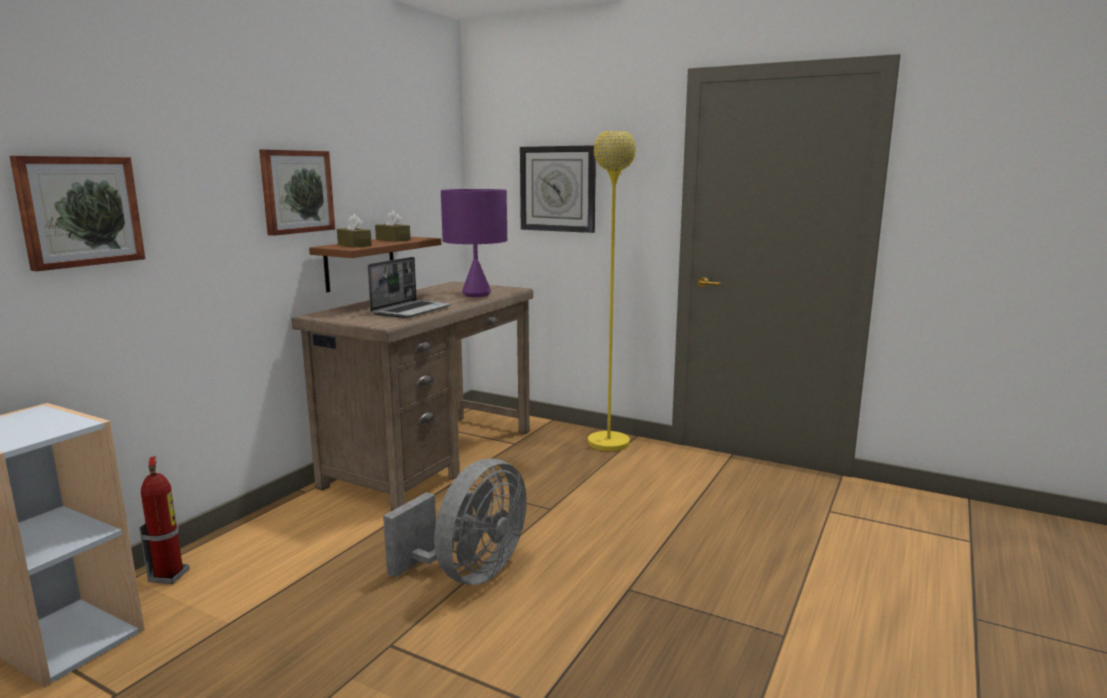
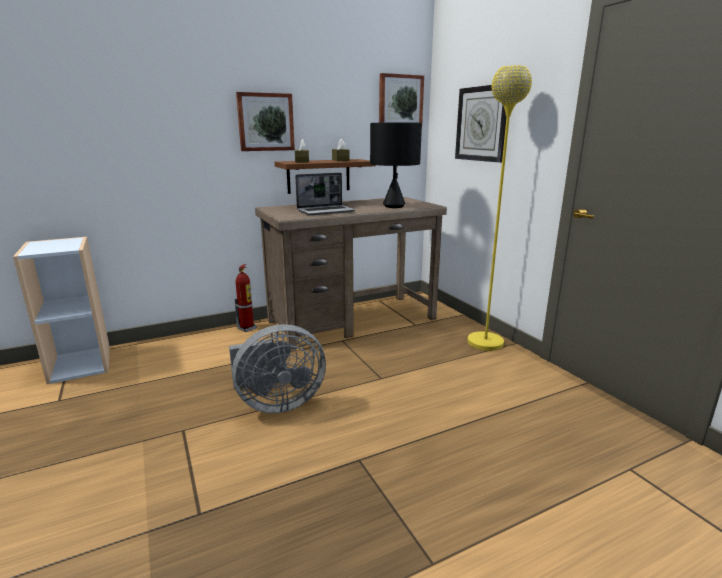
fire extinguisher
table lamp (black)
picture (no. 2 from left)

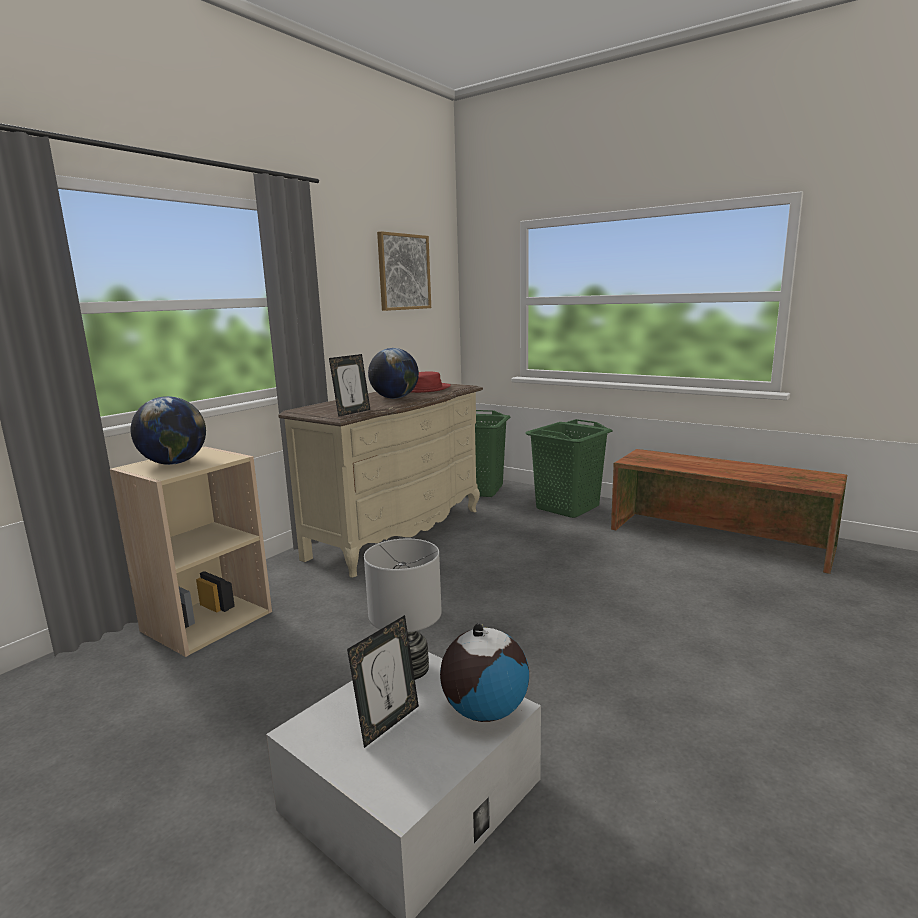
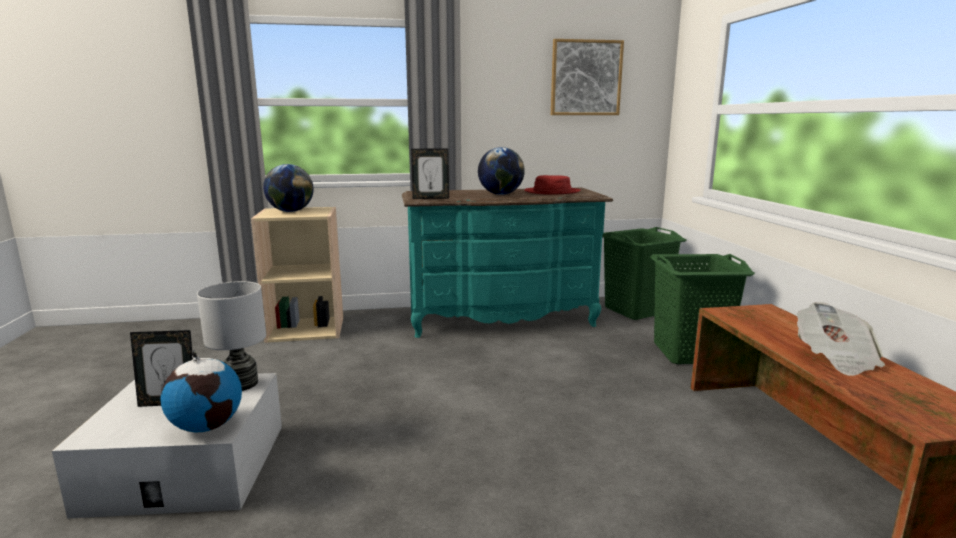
dresser (turquoise)
newspaper

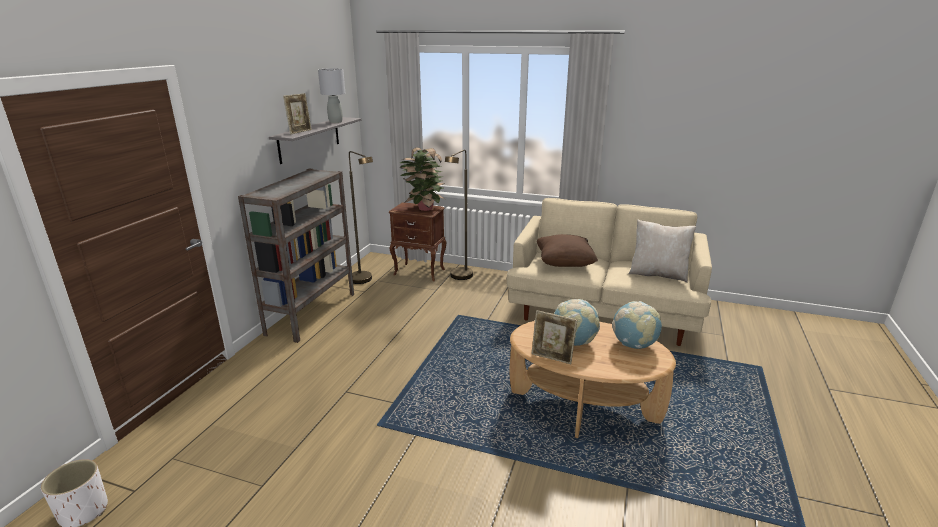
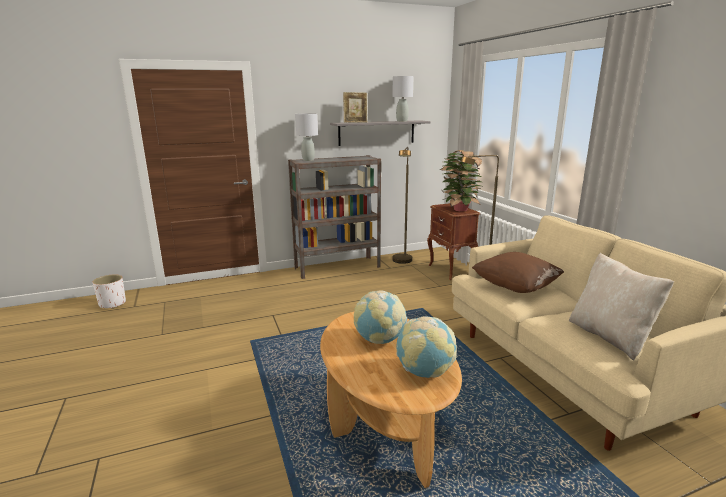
table lamp (grey) (no. 1 from left)
picture frame (no. 2 from left in the first image)

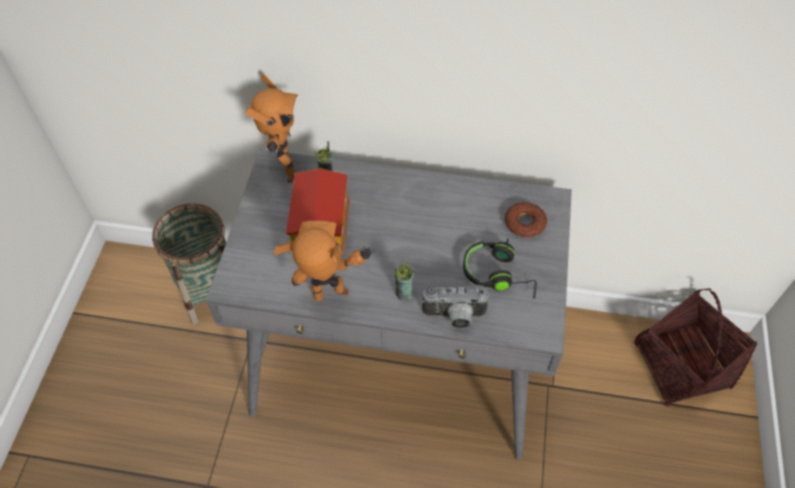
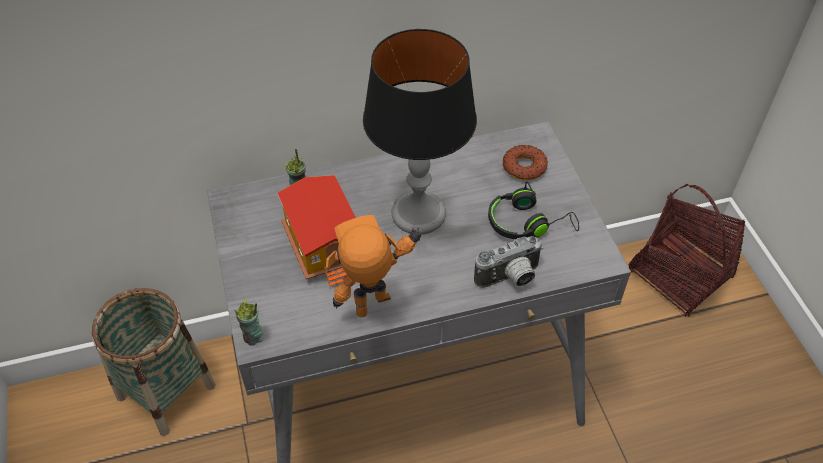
cup (no. 1 from left)
table lamp
toy robot (no. 1 from left in the first image)

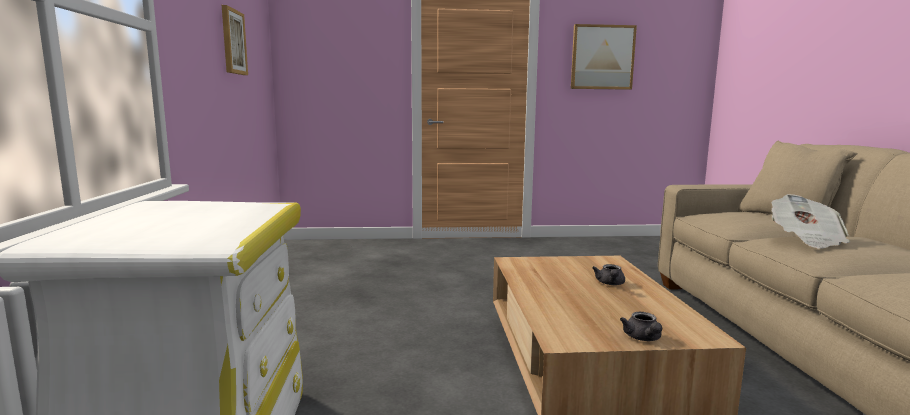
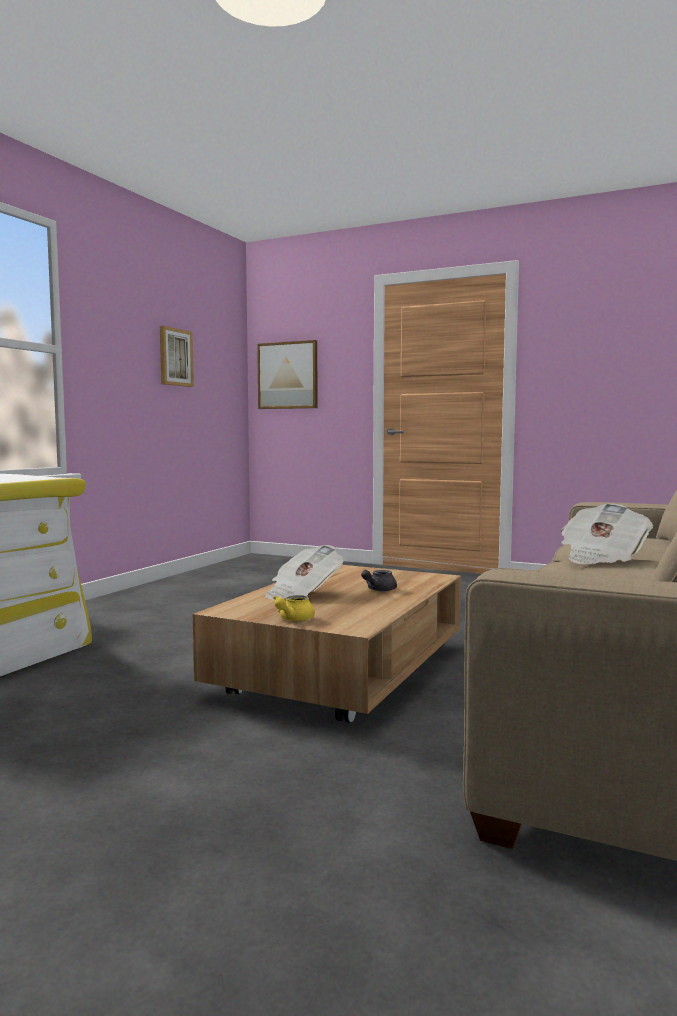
picture (no. 2 from left)
newspaper (no. 1 from left)
teapot (yellow)

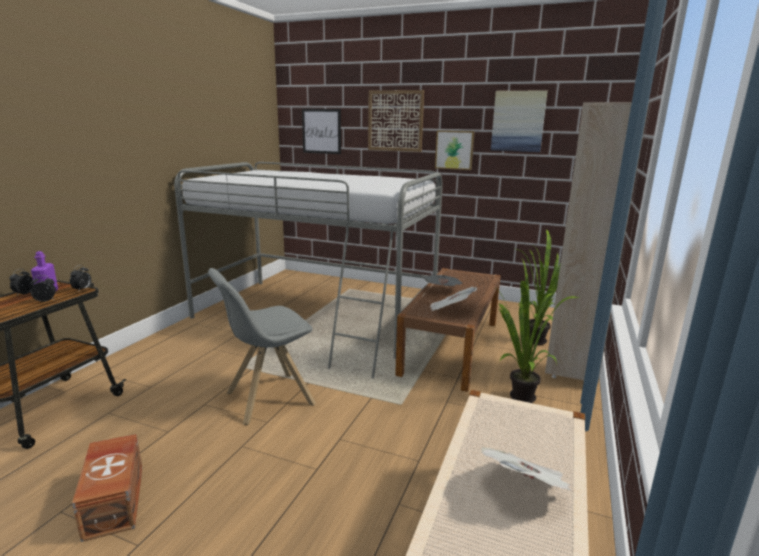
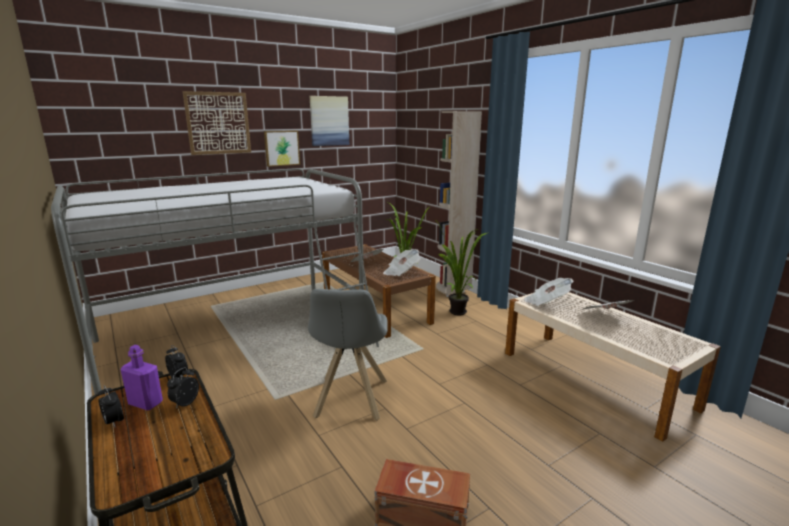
newspaper (no. 3 from left)
picture (no. 1 from left in the first image)

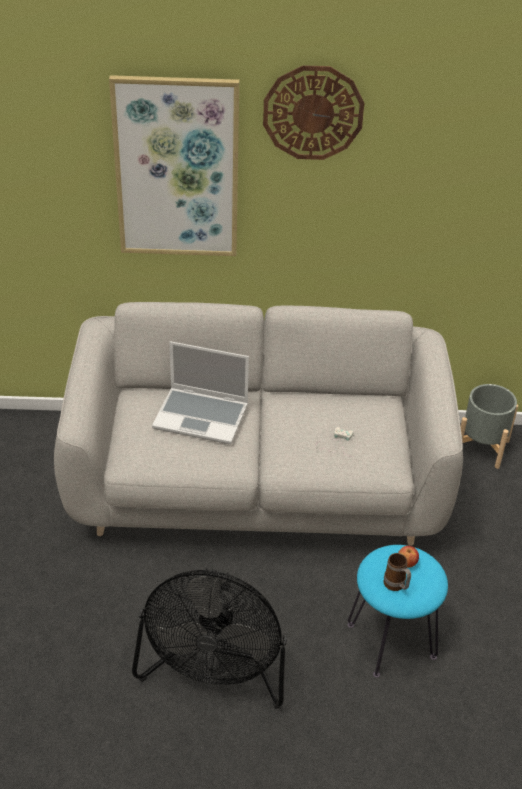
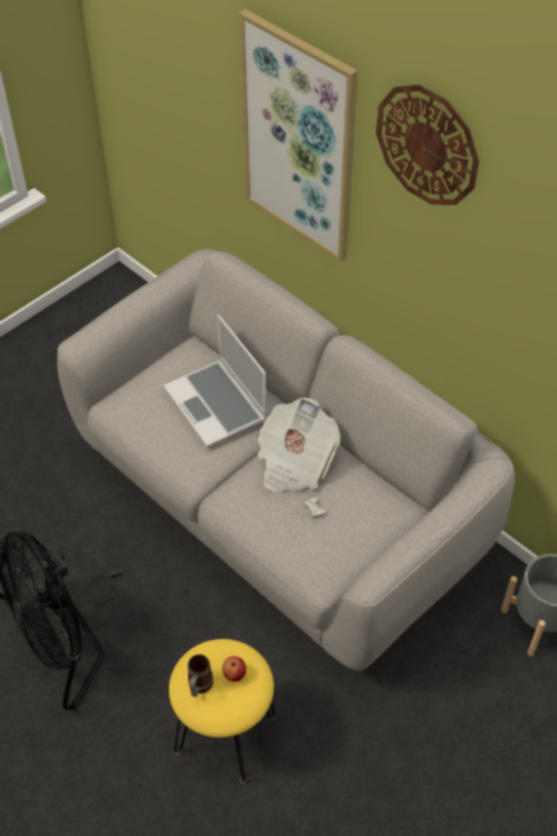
stool (yellow)
newspaper

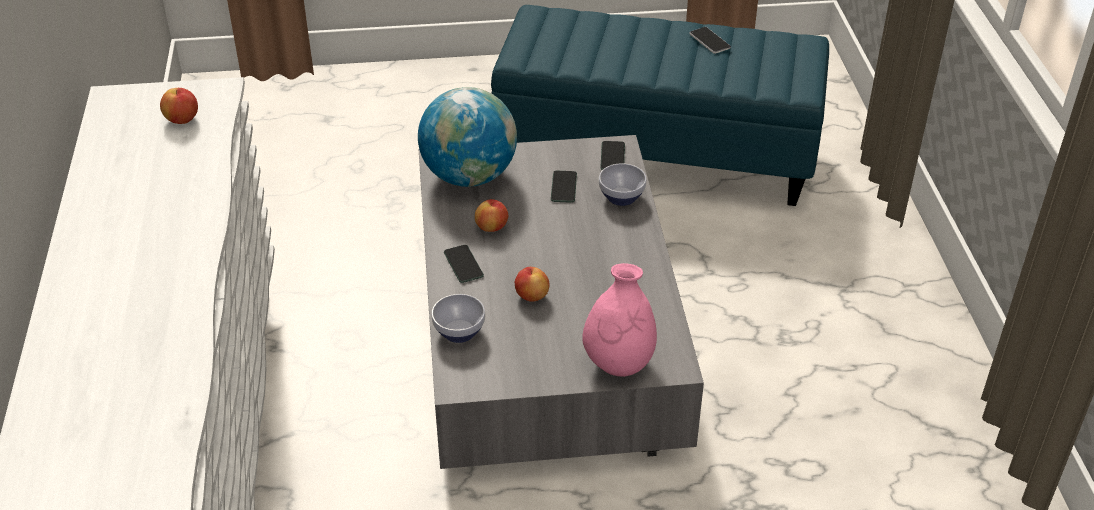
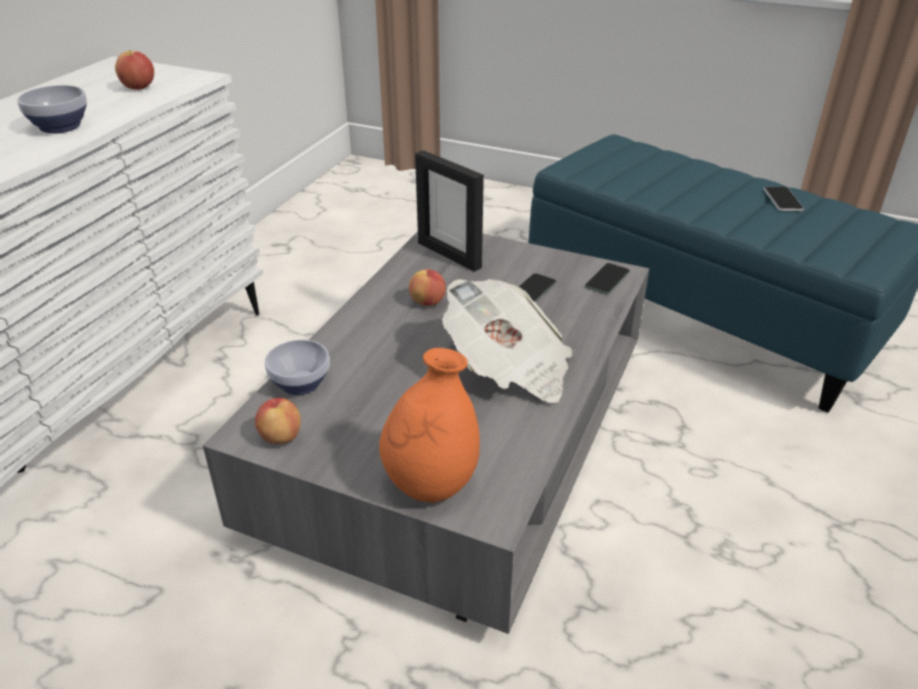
bowl (no. 1 from left)
apple (no. 2 from left)
vase (orange)
picture frame
newspaper
phone (no. 1 from left in the first image)

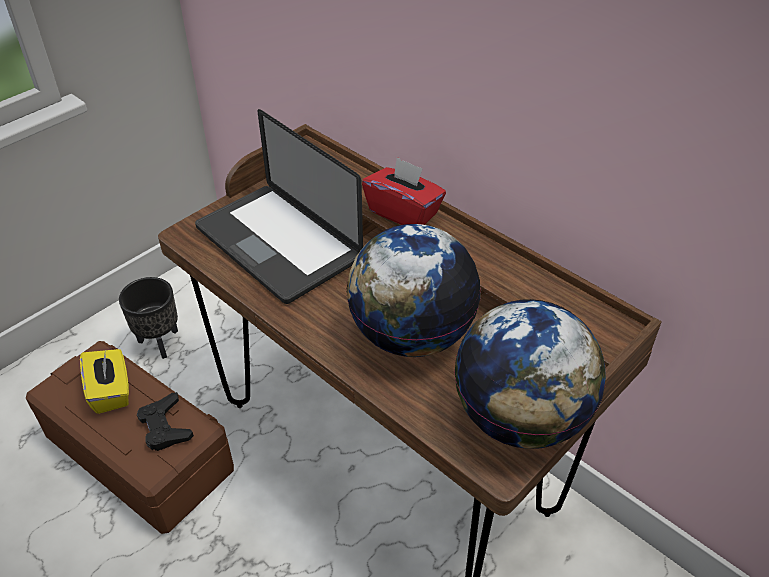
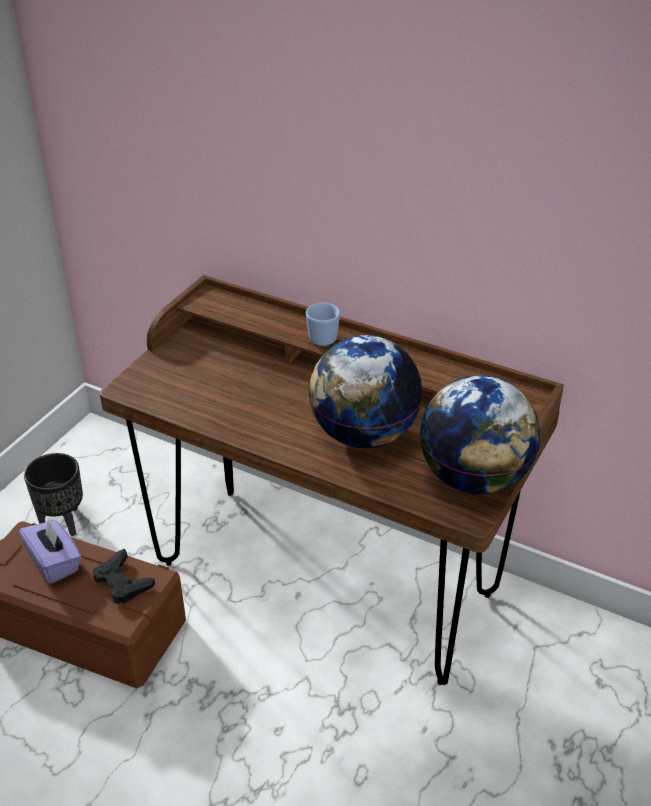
tissue box (purple)
mug (blue)
laptop

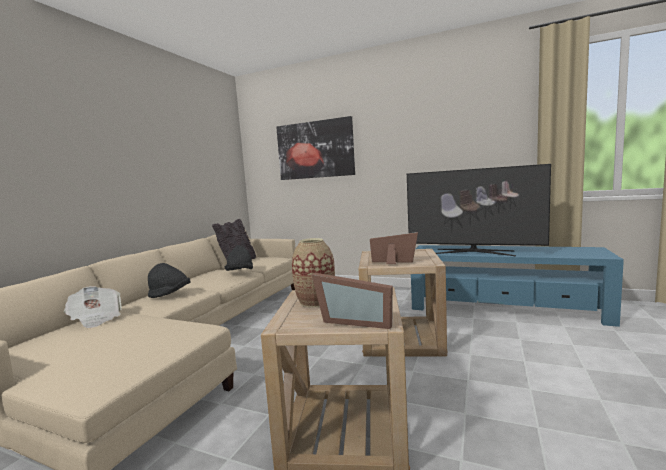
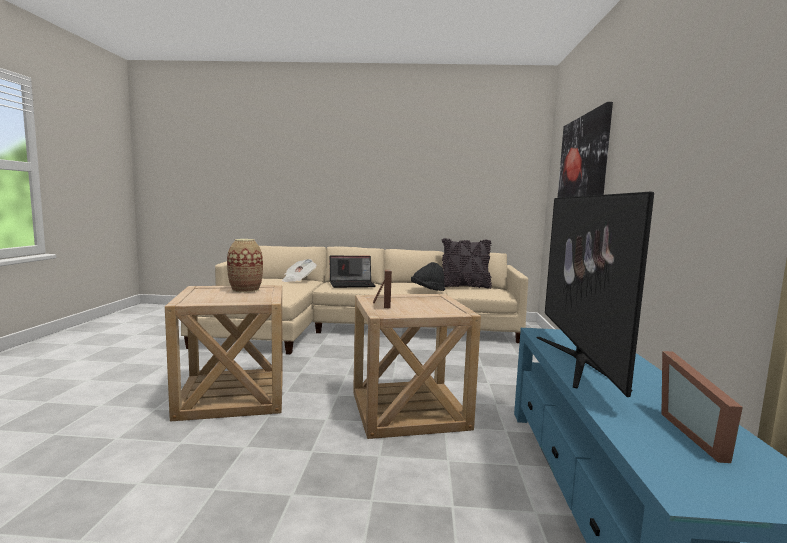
laptop
picture frame (no. 2 from left)

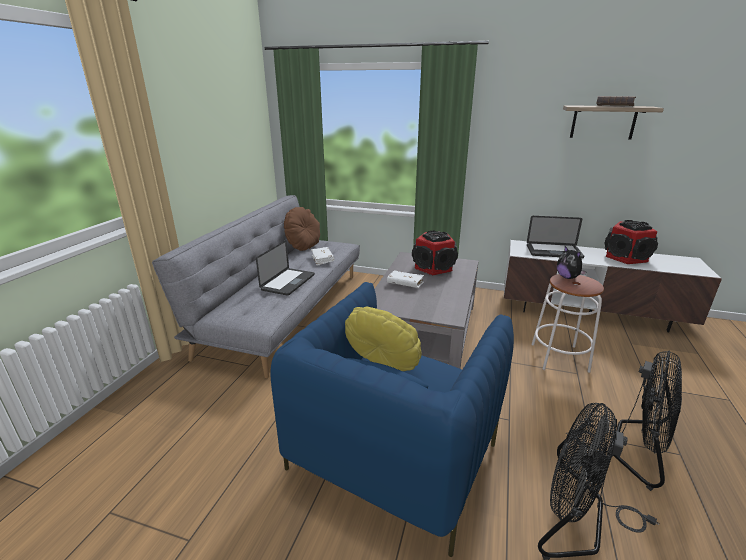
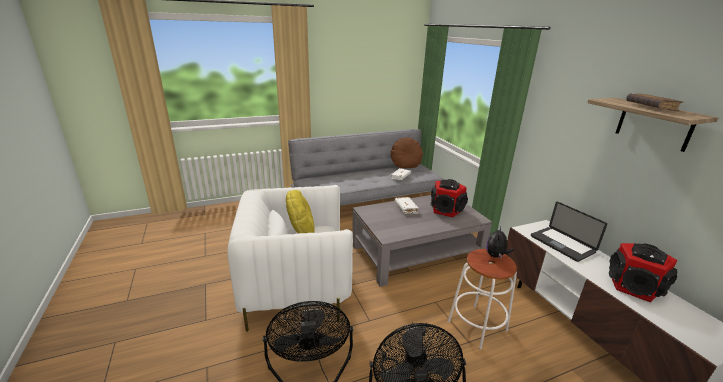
armchair (white)
laptop (no. 1 from left in the first image)

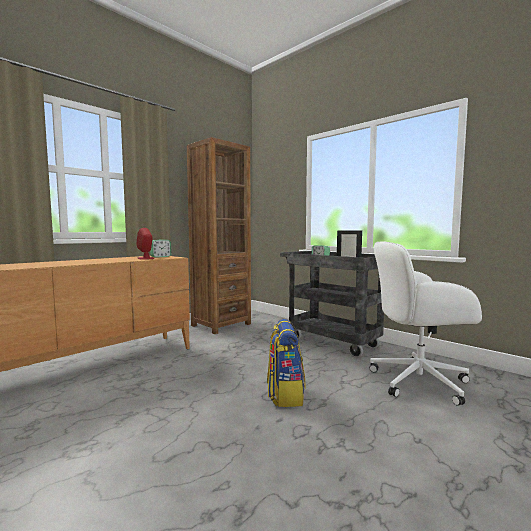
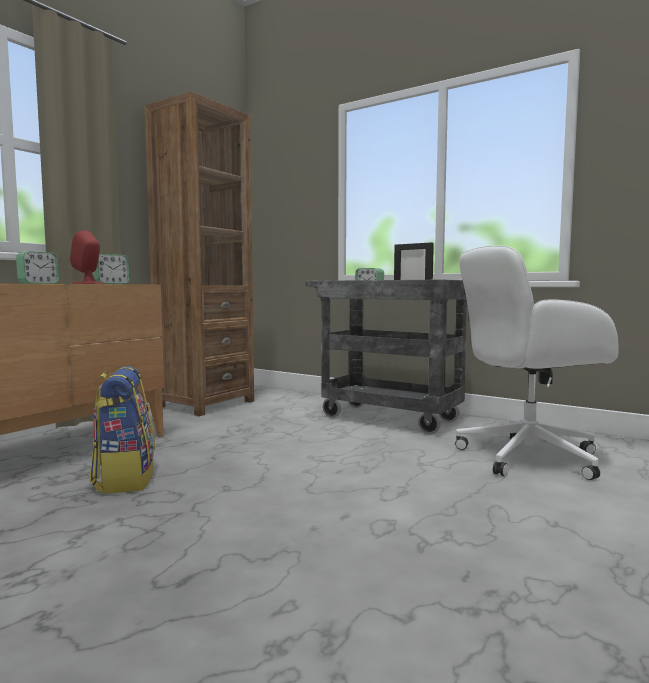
alarm clock (no. 1 from left)
backpack

